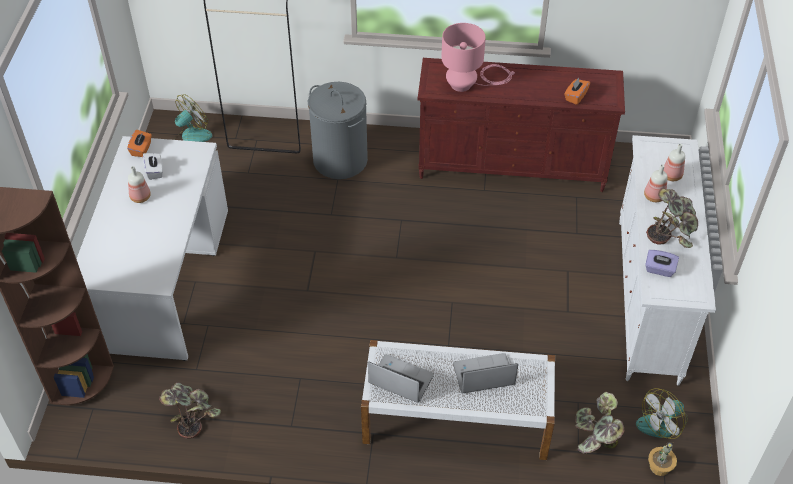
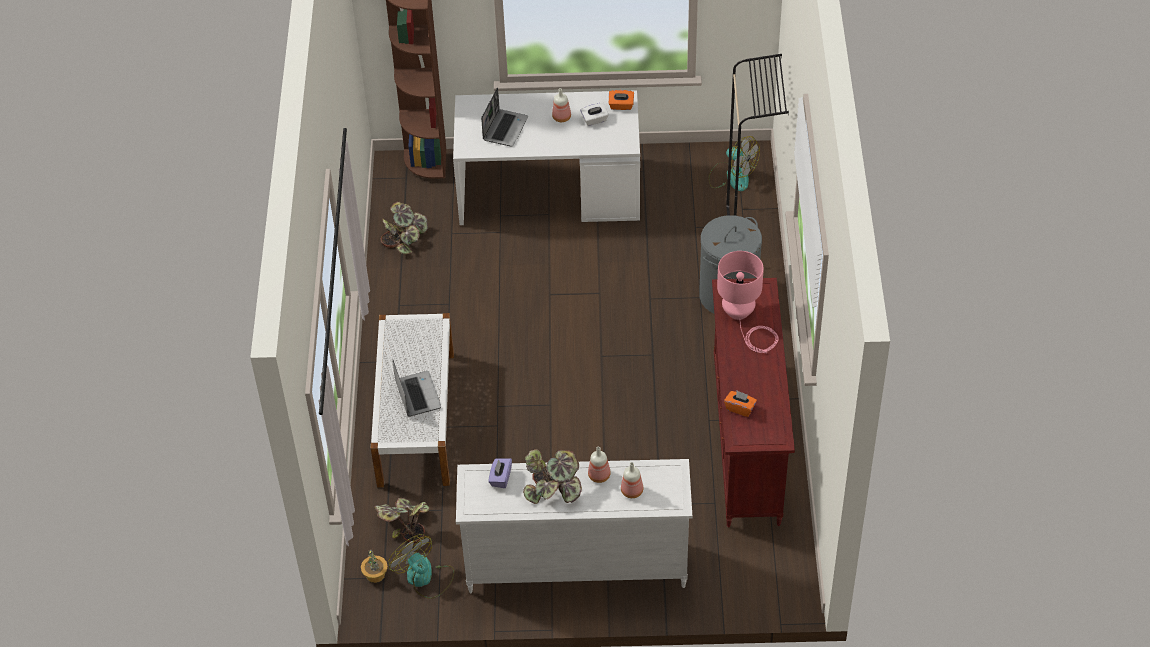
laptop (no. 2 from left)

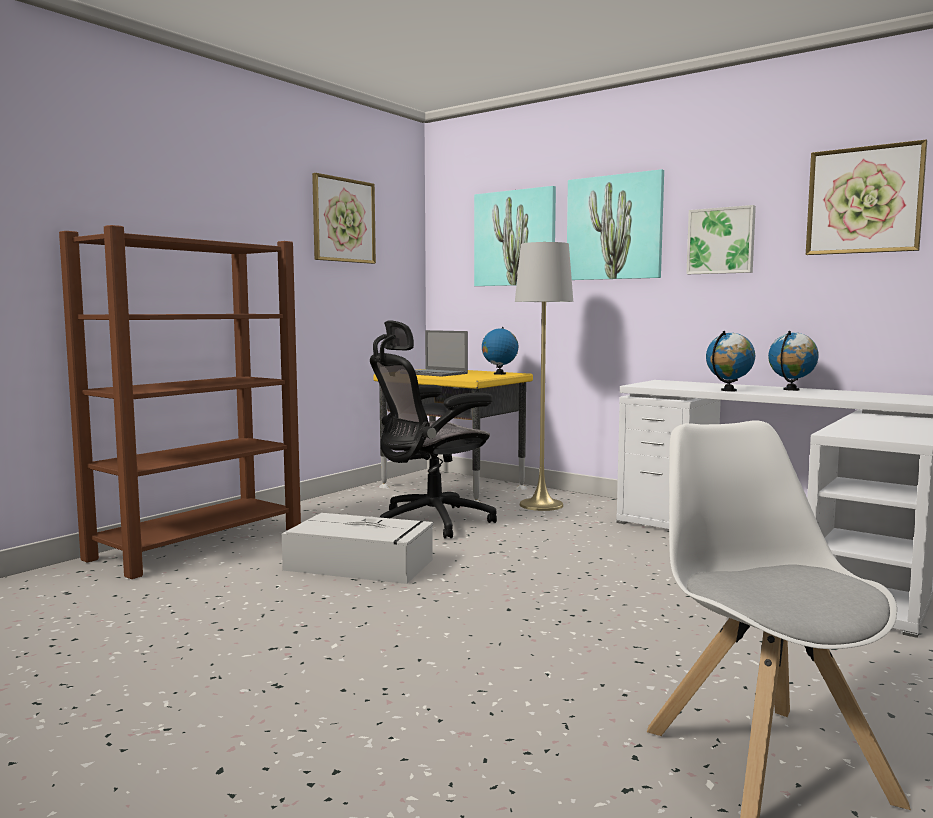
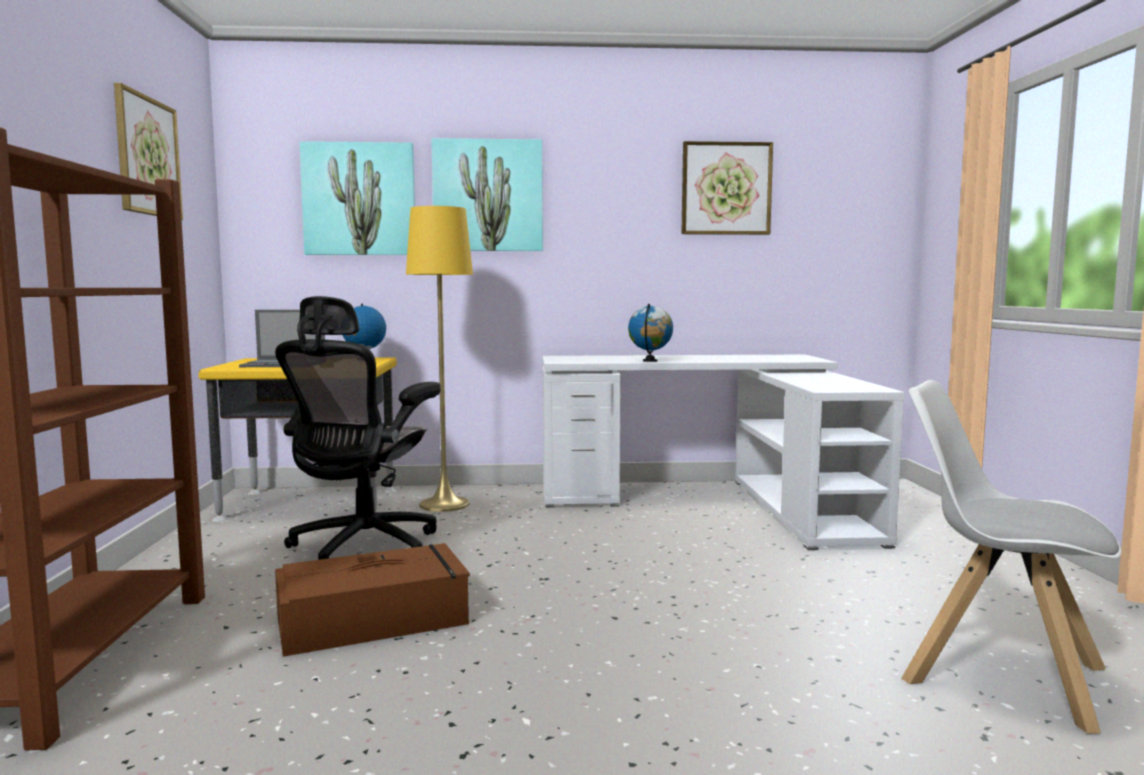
storage box (brown)
floor lamp (yellow)
picture (no. 4 from left in the first image)
globe (no. 3 from left in the first image)

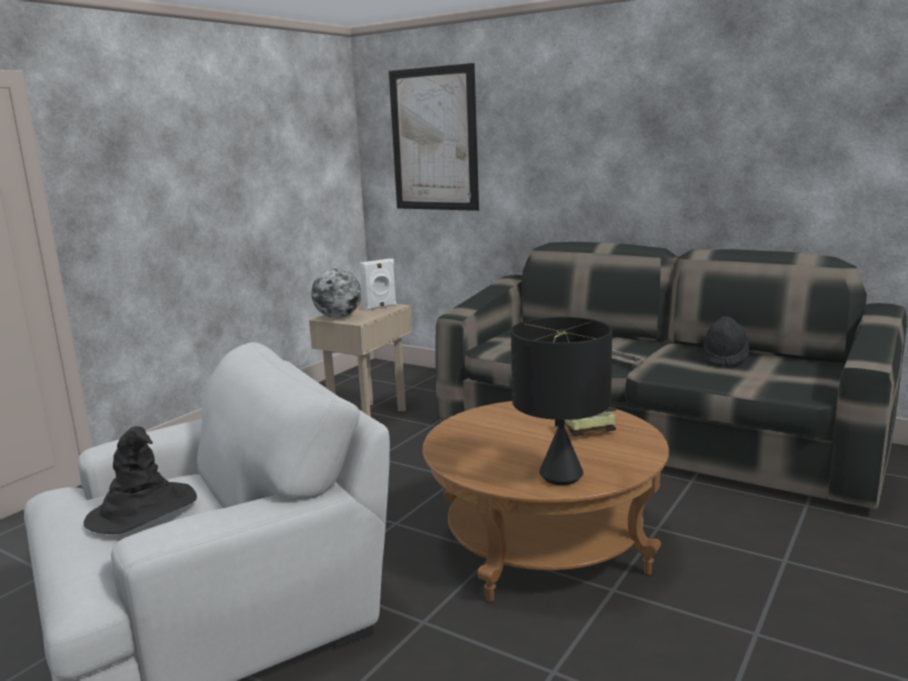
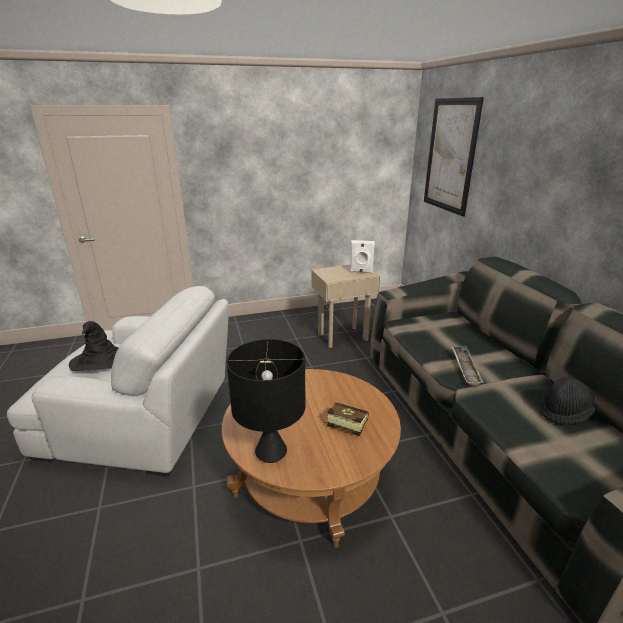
globe

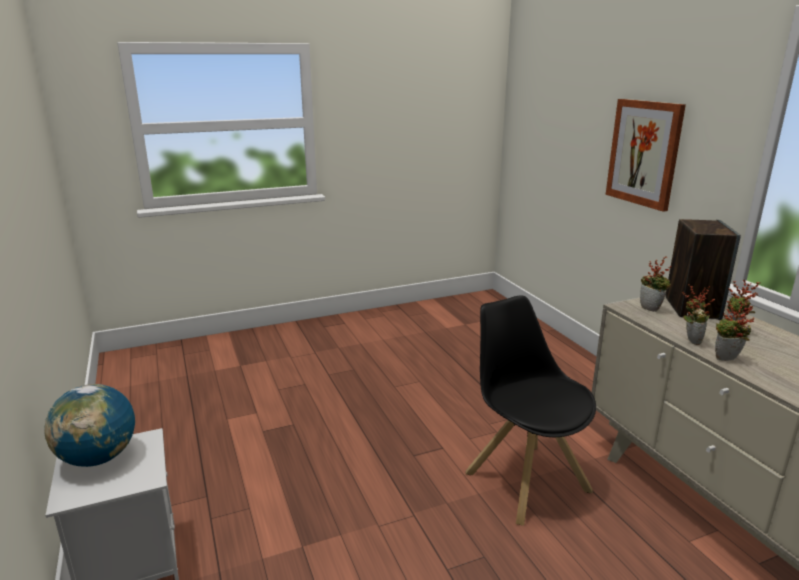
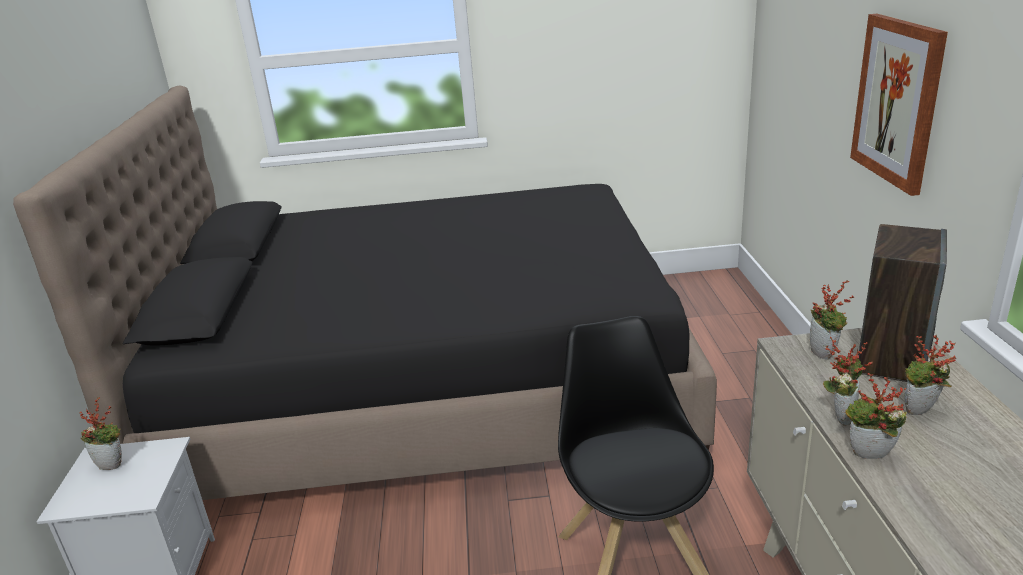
bed (black)
potted plant (no. 1 from left)

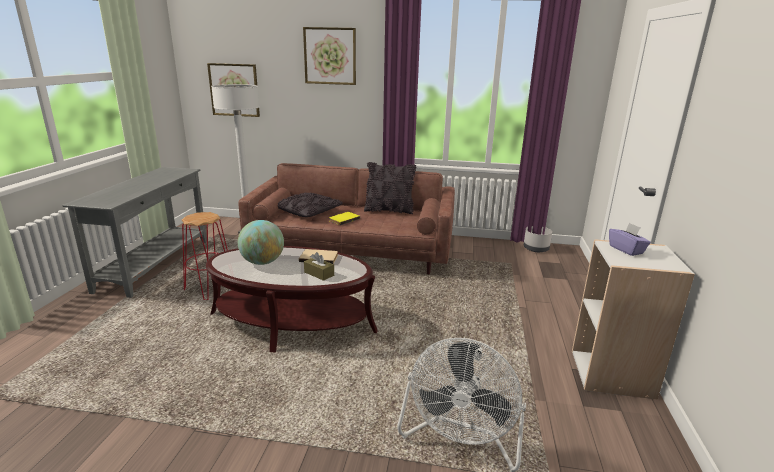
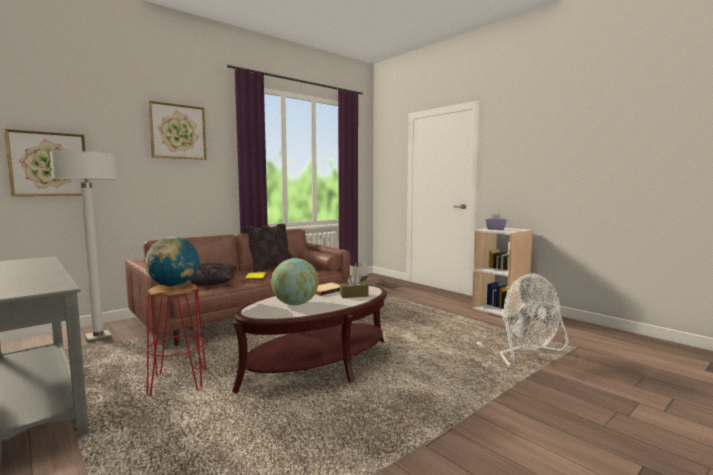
globe (no. 1 from left)

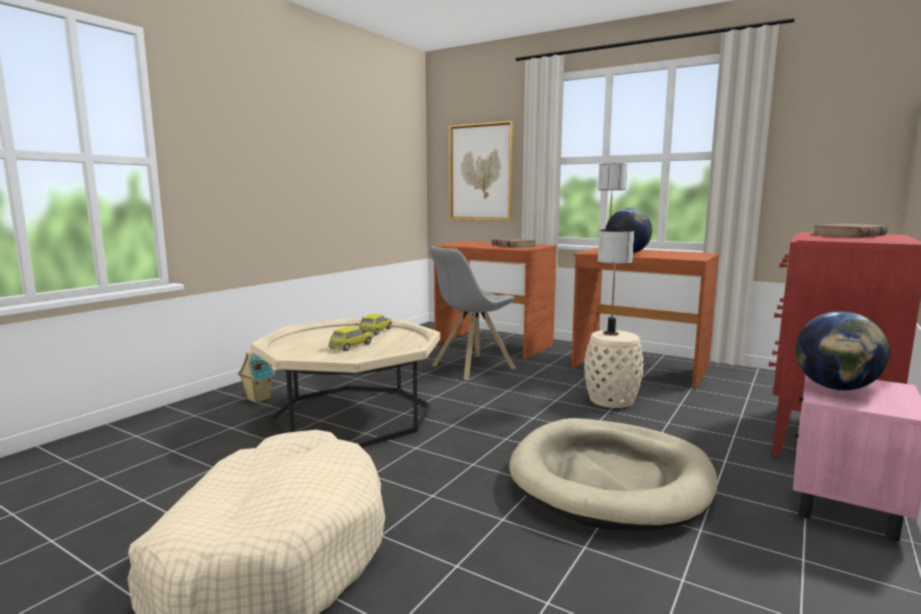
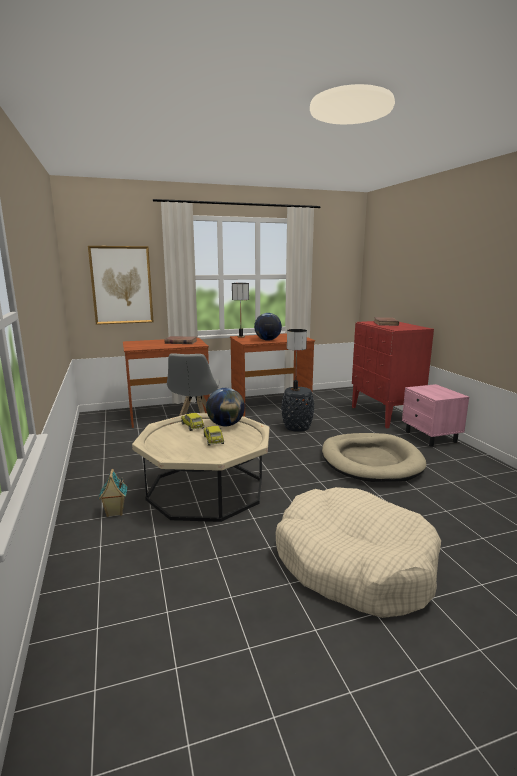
globe (no. 1 from left)
stool (black)

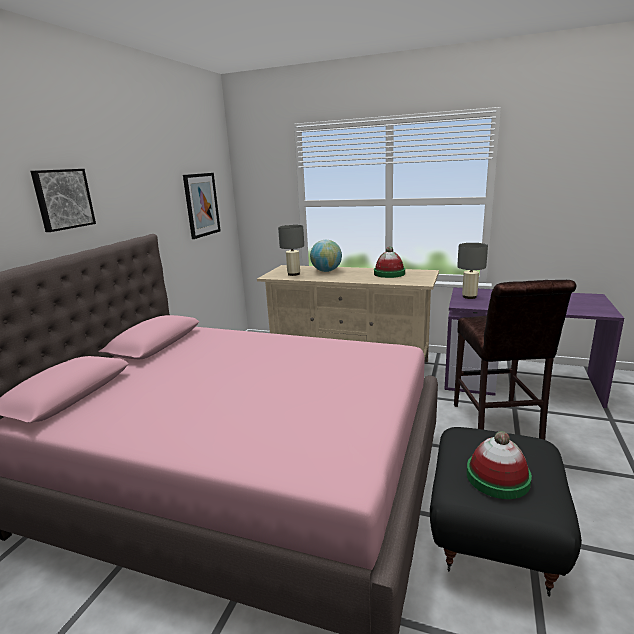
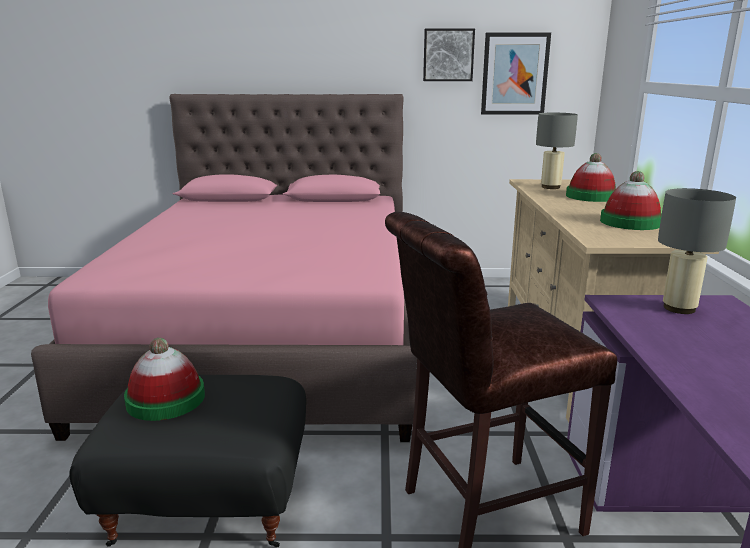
picture (no. 1 from left)
hat (no. 2 from left)

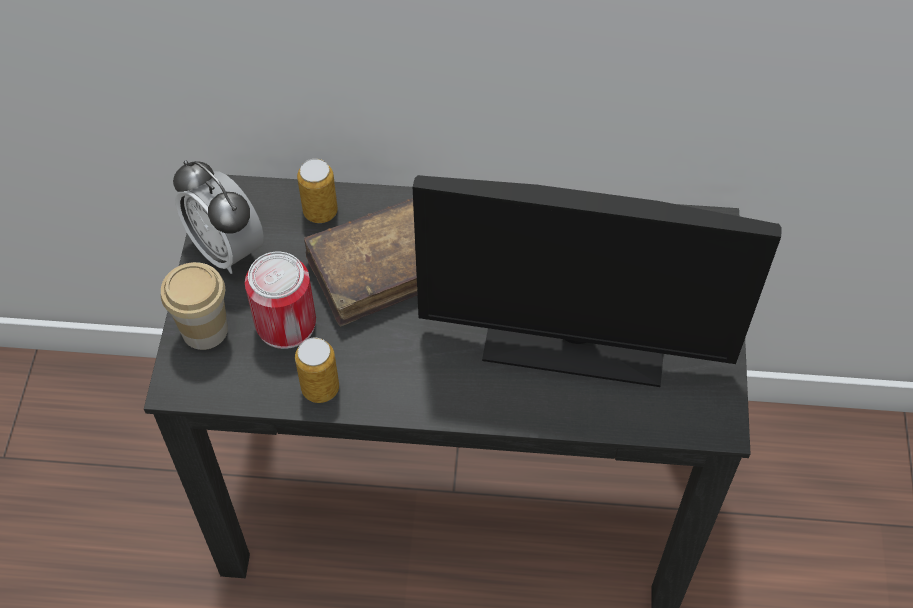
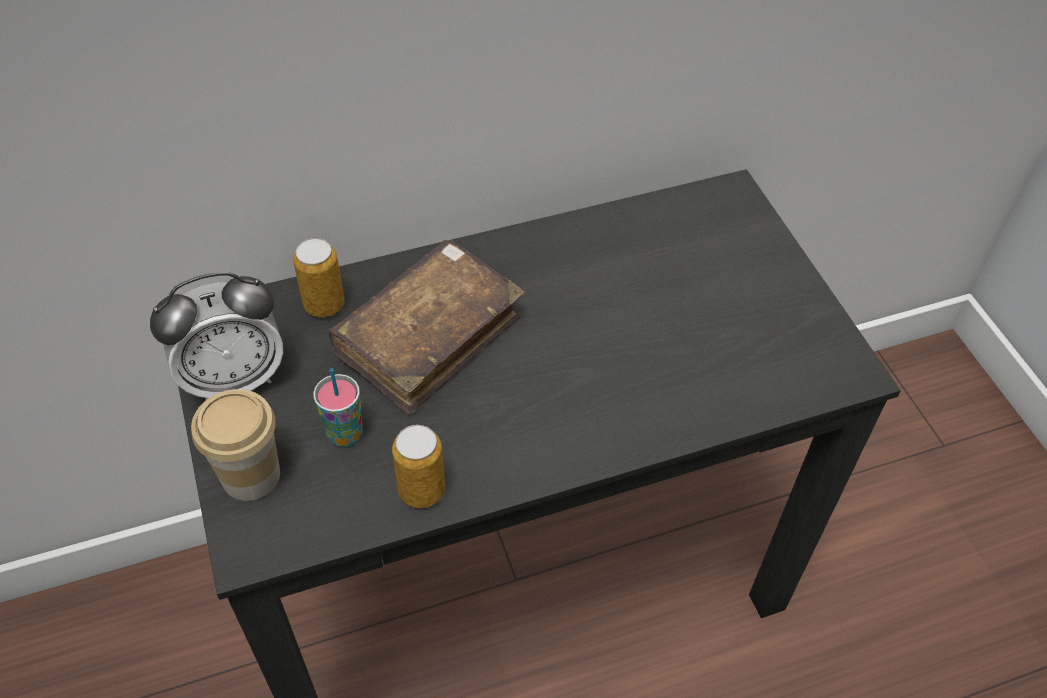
alarm clock
cup (no. 2 from left)
monitor

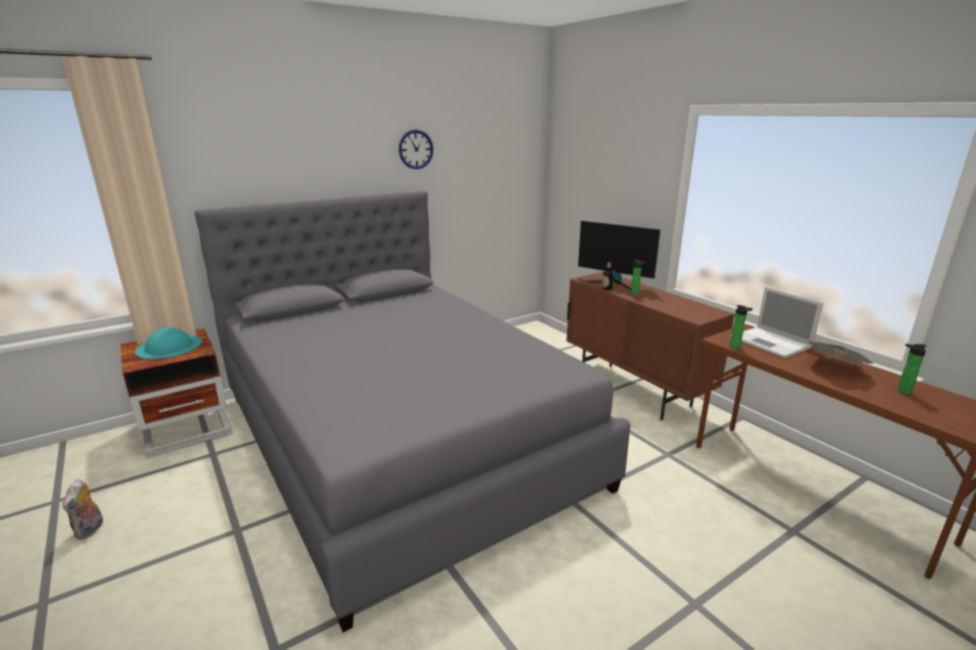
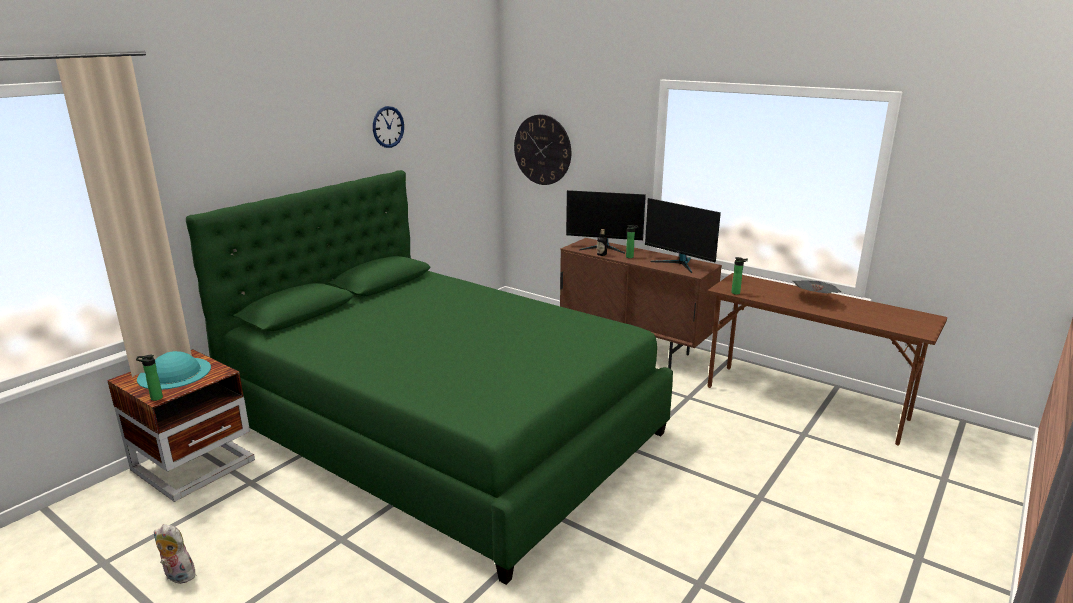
bottle (no. 1 from left)
plush toy
bed (green)
wall clock (no. 2 from left)
monitor (no. 2 from left)
laptop

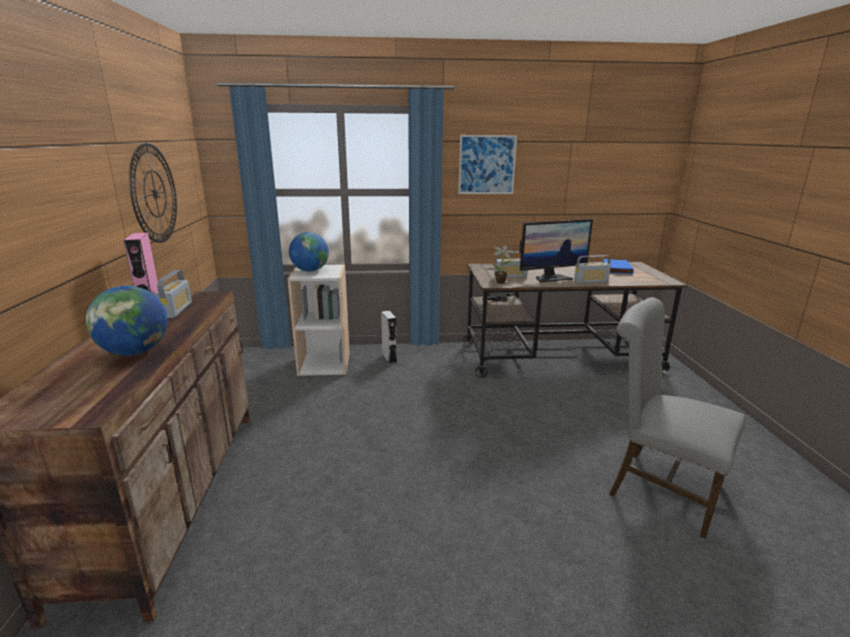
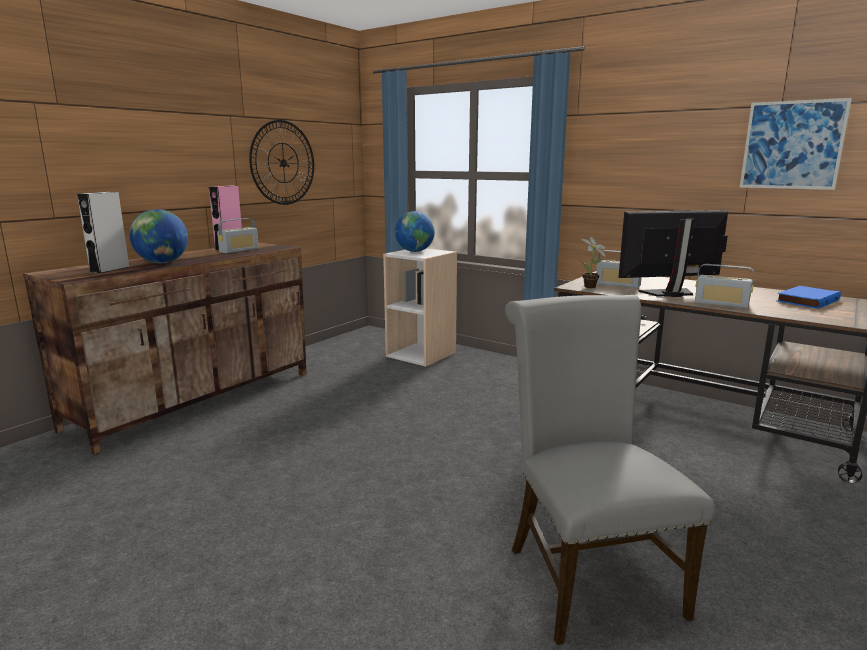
speaker (grey)
monitor
picture

